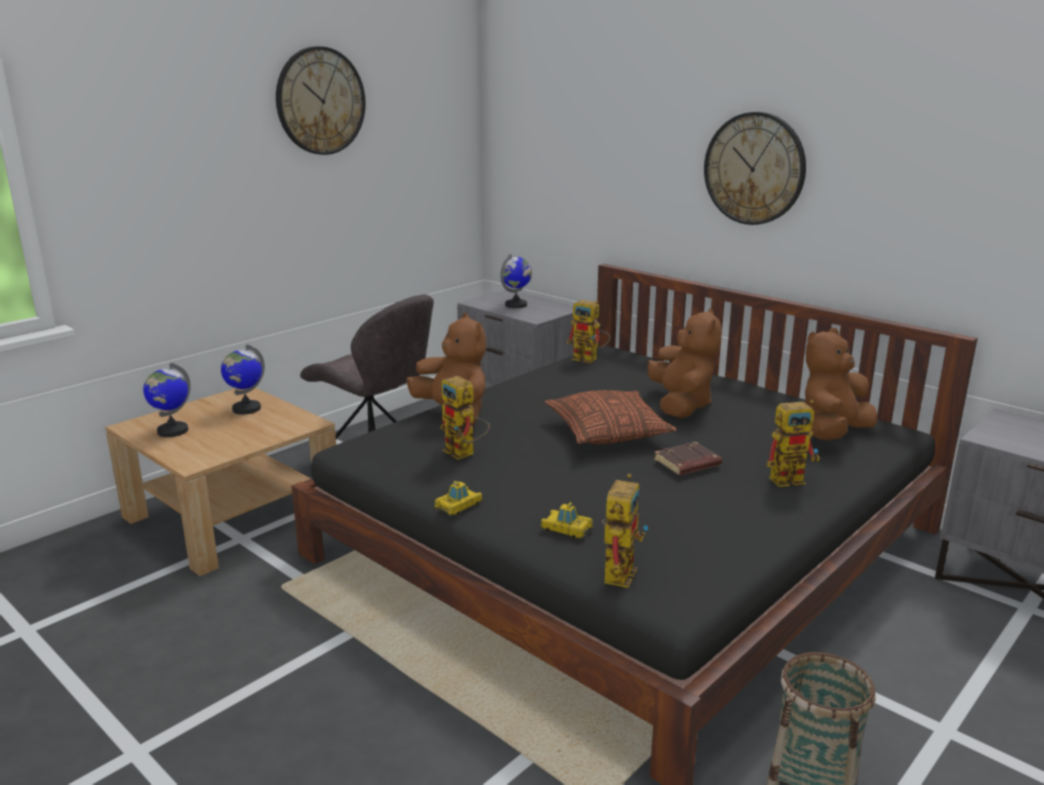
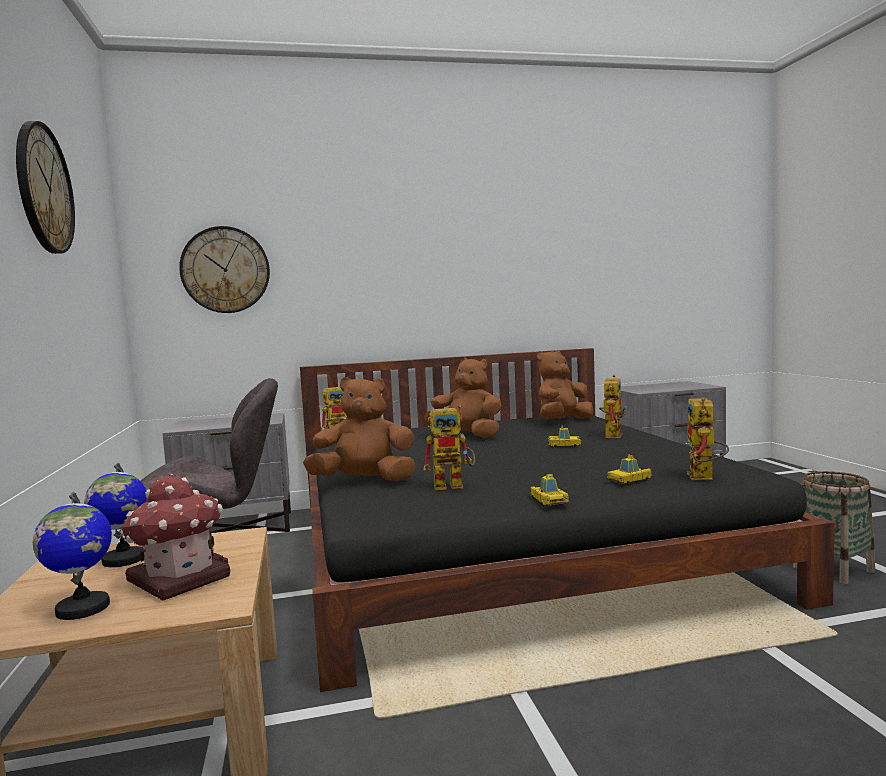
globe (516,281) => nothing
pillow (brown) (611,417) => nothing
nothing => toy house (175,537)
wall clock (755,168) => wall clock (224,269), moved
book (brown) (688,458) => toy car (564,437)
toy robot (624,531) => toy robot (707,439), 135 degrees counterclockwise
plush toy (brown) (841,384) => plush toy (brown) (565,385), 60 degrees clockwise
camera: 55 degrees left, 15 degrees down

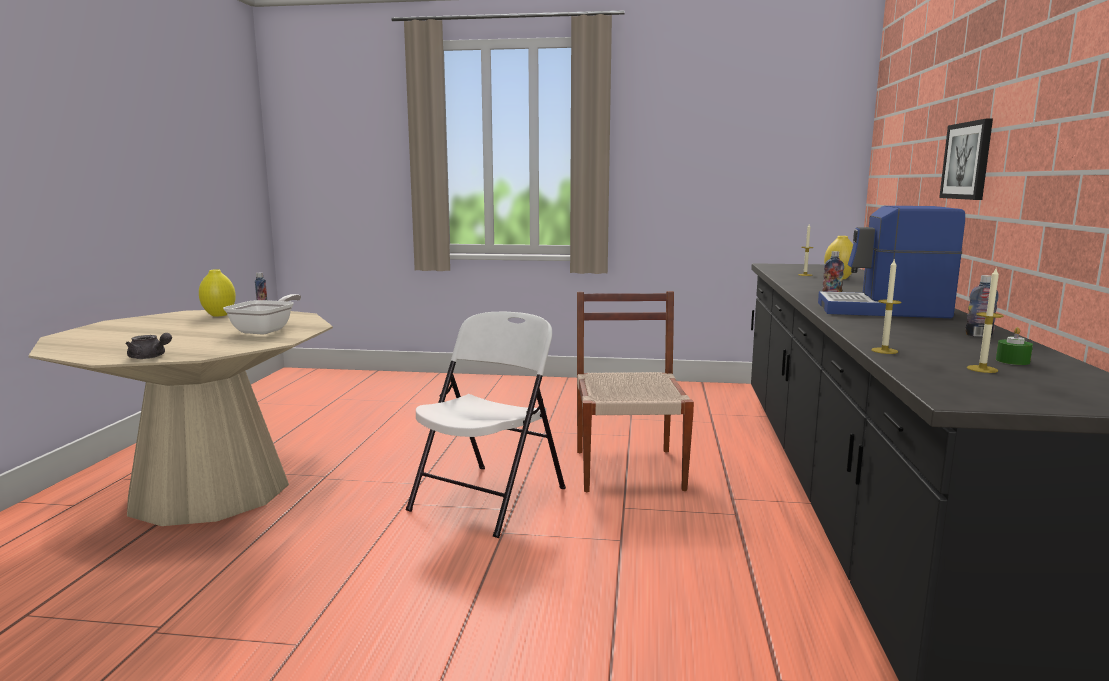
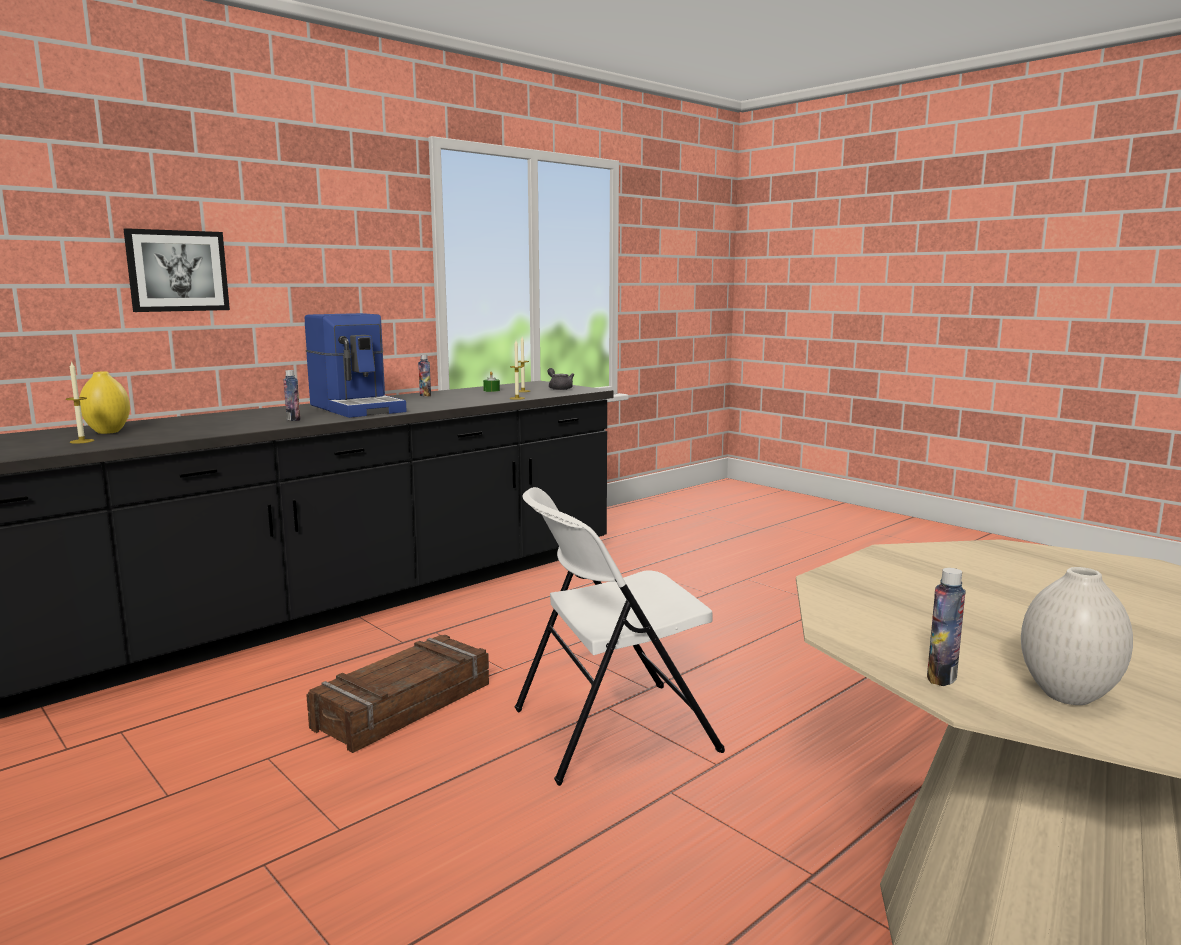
frying pan (262,314) => nothing
teapot (grey) (149,346) => teapot (grey) (560,379), moved
chair (635,391) => crate (397,694)
vase (yellow) (217,293) => vase (white) (1077,636)
camera: 140 degrees left, 0 degrees up

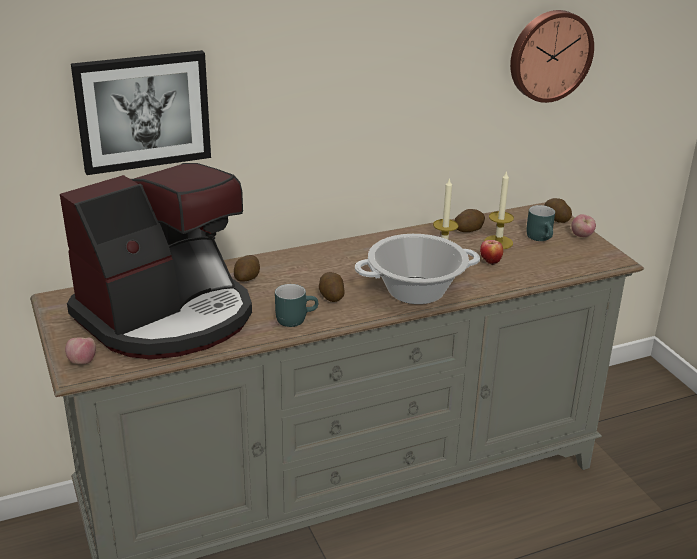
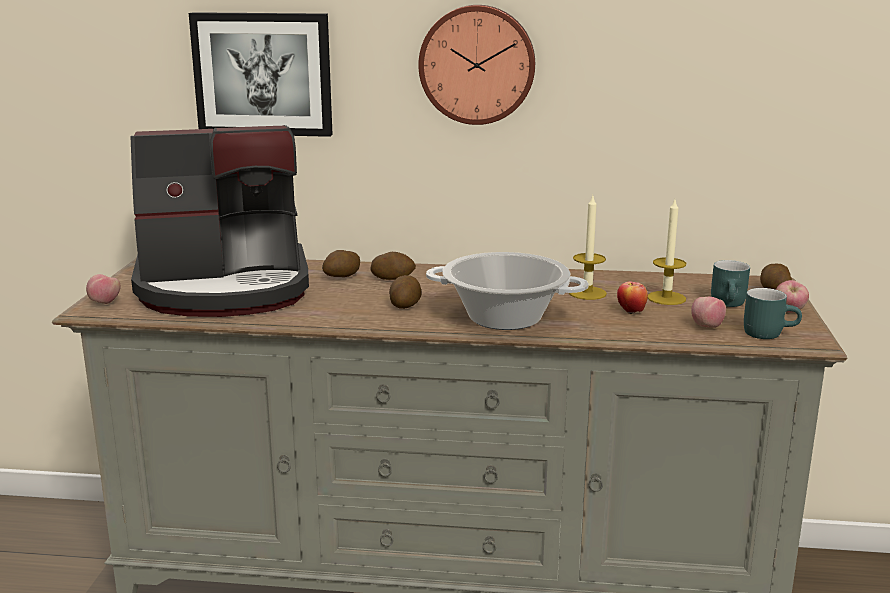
nothing => apple (708,312)
mug (turquoise) (296,305) => mug (turquoise) (773,313), moved
potato (470,220) => potato (393,266), moved
wall clock (552,56) => wall clock (476,65), moved
camera: 30 degrees right, 10 degrees down

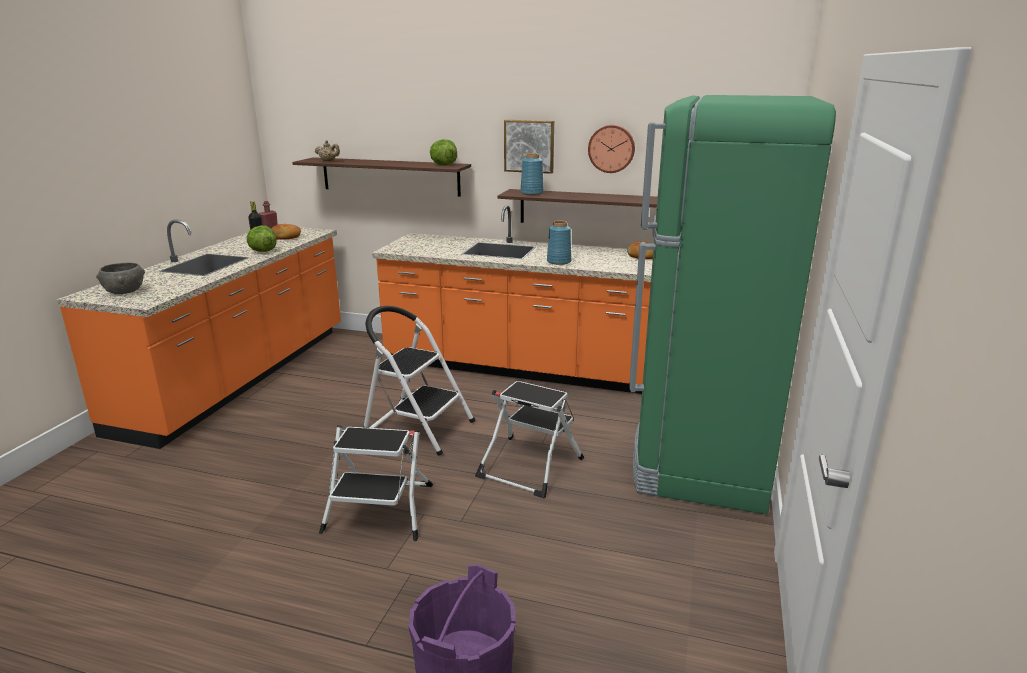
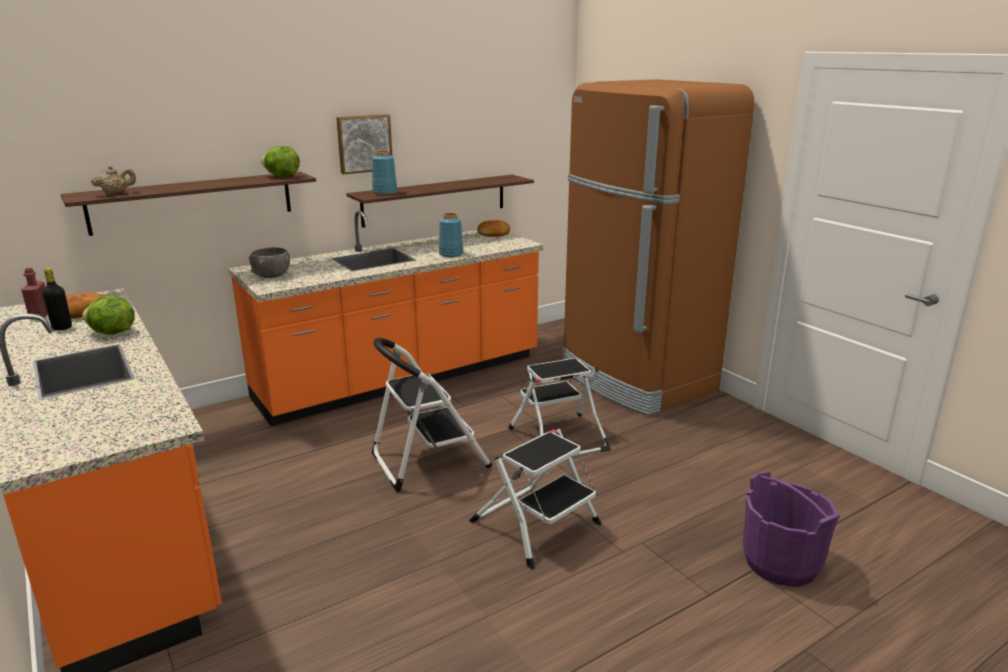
wall clock (611,149) => nothing
bowl (grey) (120,278) => bowl (grey) (269,262), moved
fridge (green) (732,304) => fridge (brown) (658,247)
camera: 50 degrees left, 0 degrees up

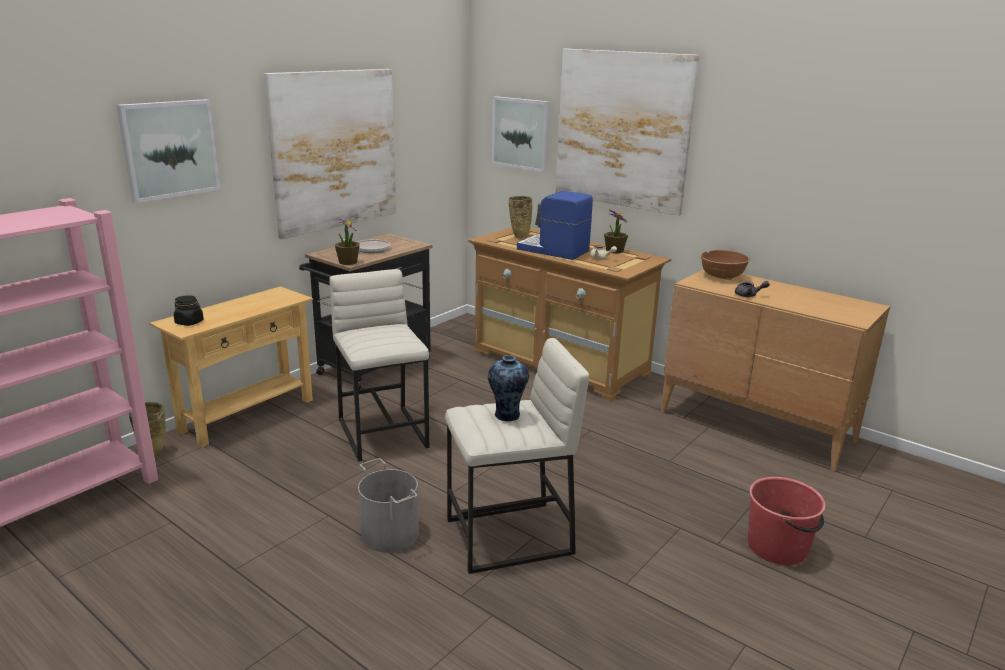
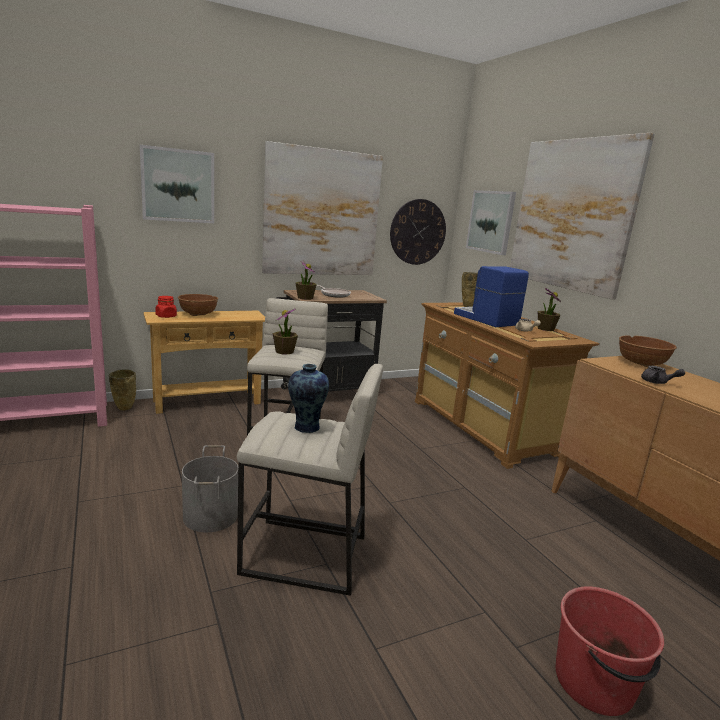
nothing => bowl (brown) (198,305)
nothing => potted plant (285,331)
nothing => wall clock (418,232)
jar (black) (189,310) => jar (red) (166,307)
camera: 25 degrees right, 5 degrees down

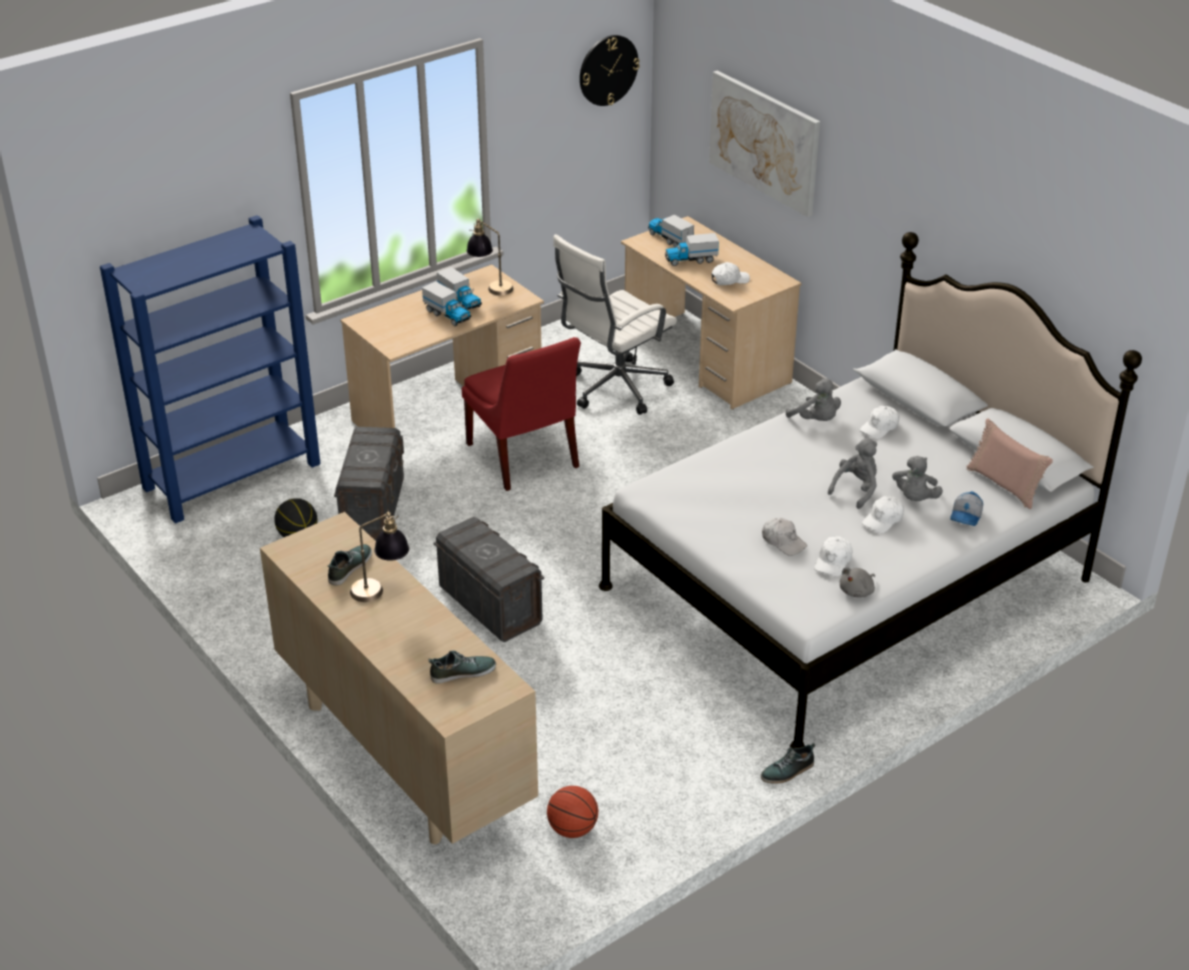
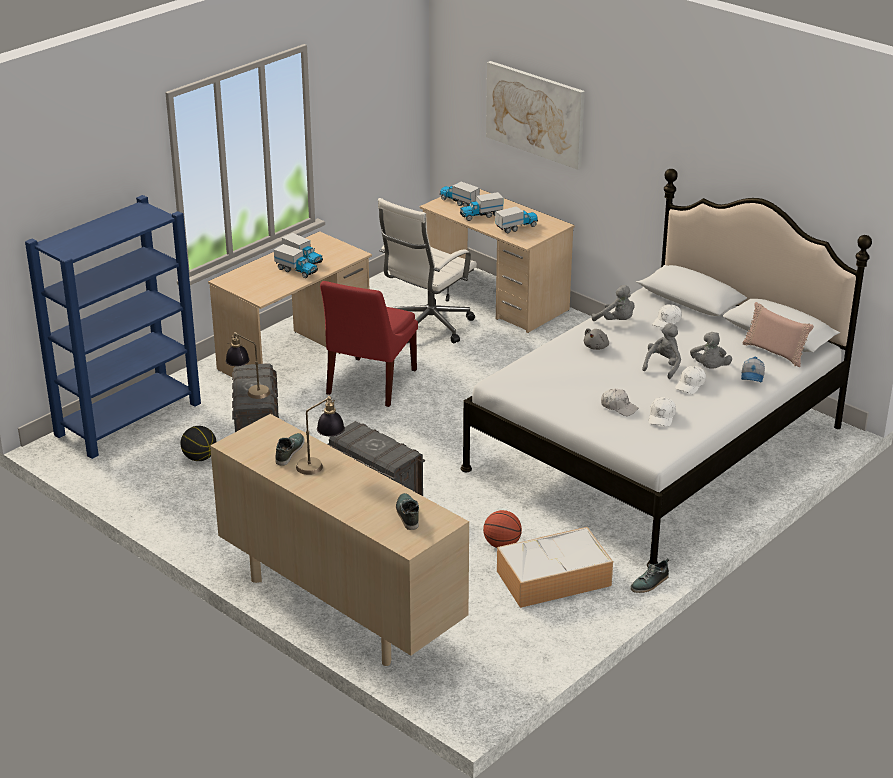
wall clock (609,70) => nothing
nothing => storage box (555,567)
table lamp (489,257) => table lamp (248,365), moved
basketball (572,812) => basketball (502,529), moved
plush toy (grey) (857,582) => plush toy (grey) (596,339), moved
cap (white) (730,273) => toy truck (516,219)
shoe (462,666) => shoe (407,511), 75 degrees counterclockwise
chair (red) (521,414) => chair (red) (369,344), 60 degrees clockwise
camera: 10 degrees left, 5 degrees down

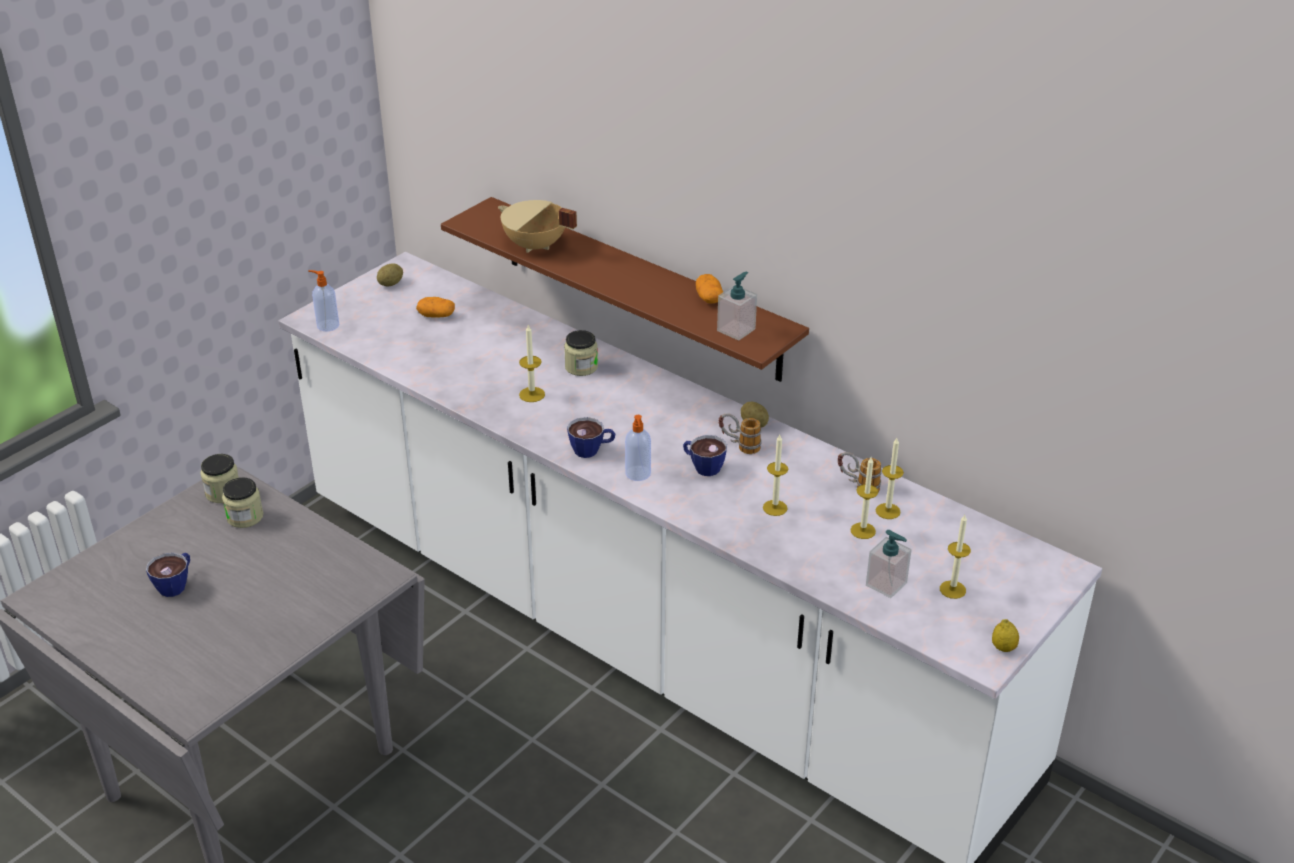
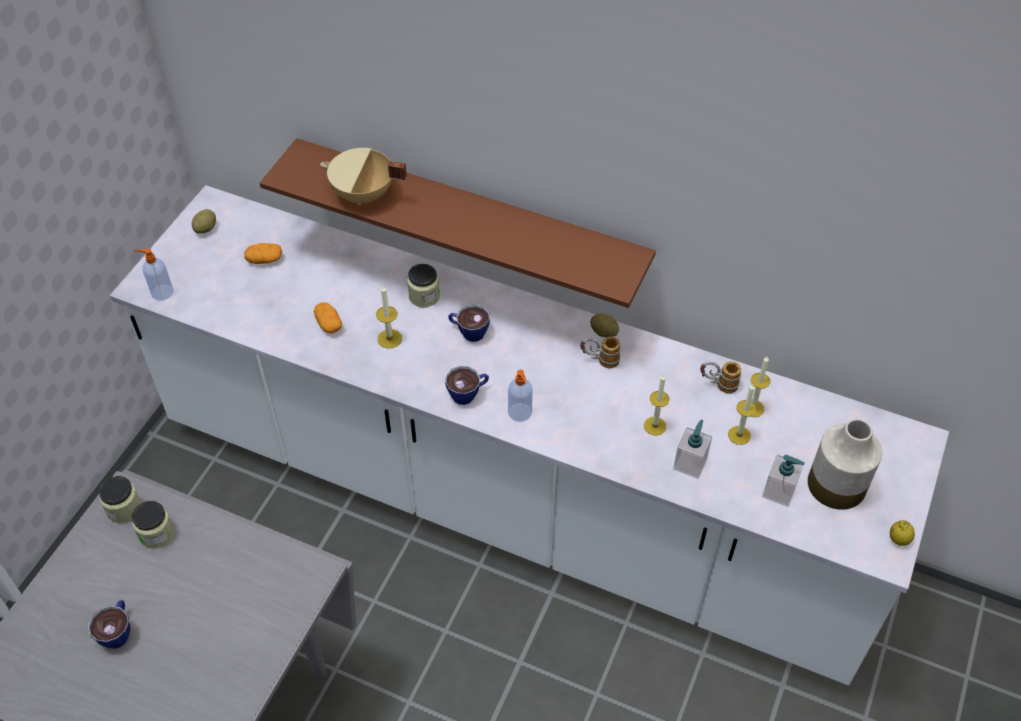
cup (705,455) => cup (469,323), moved
potato (709,289) => potato (328,317), moved
soap dispenser (737,306) => soap dispenser (692,449), moved
candle (955,557) => vase (beige) (845,464)
camera: 15 degrees left, 15 degrees up

